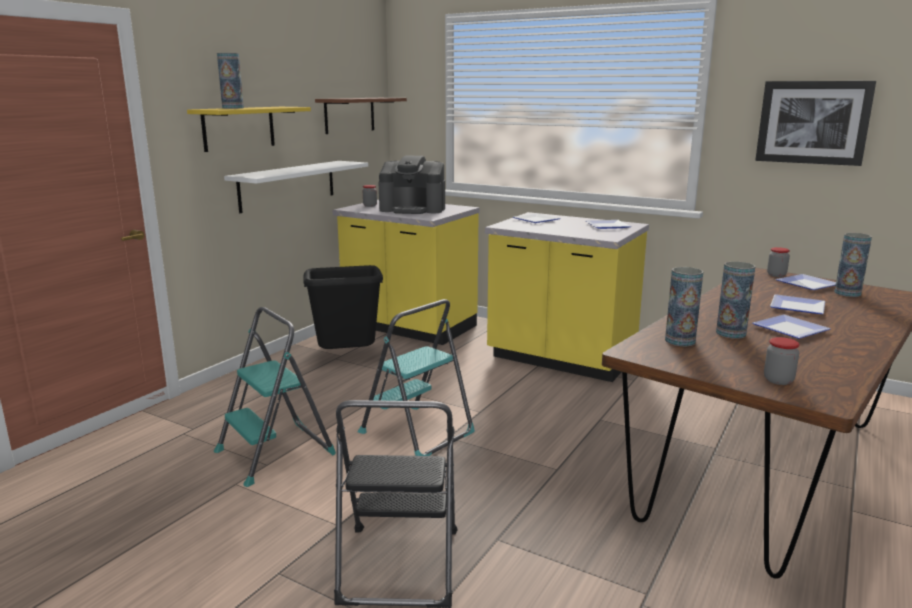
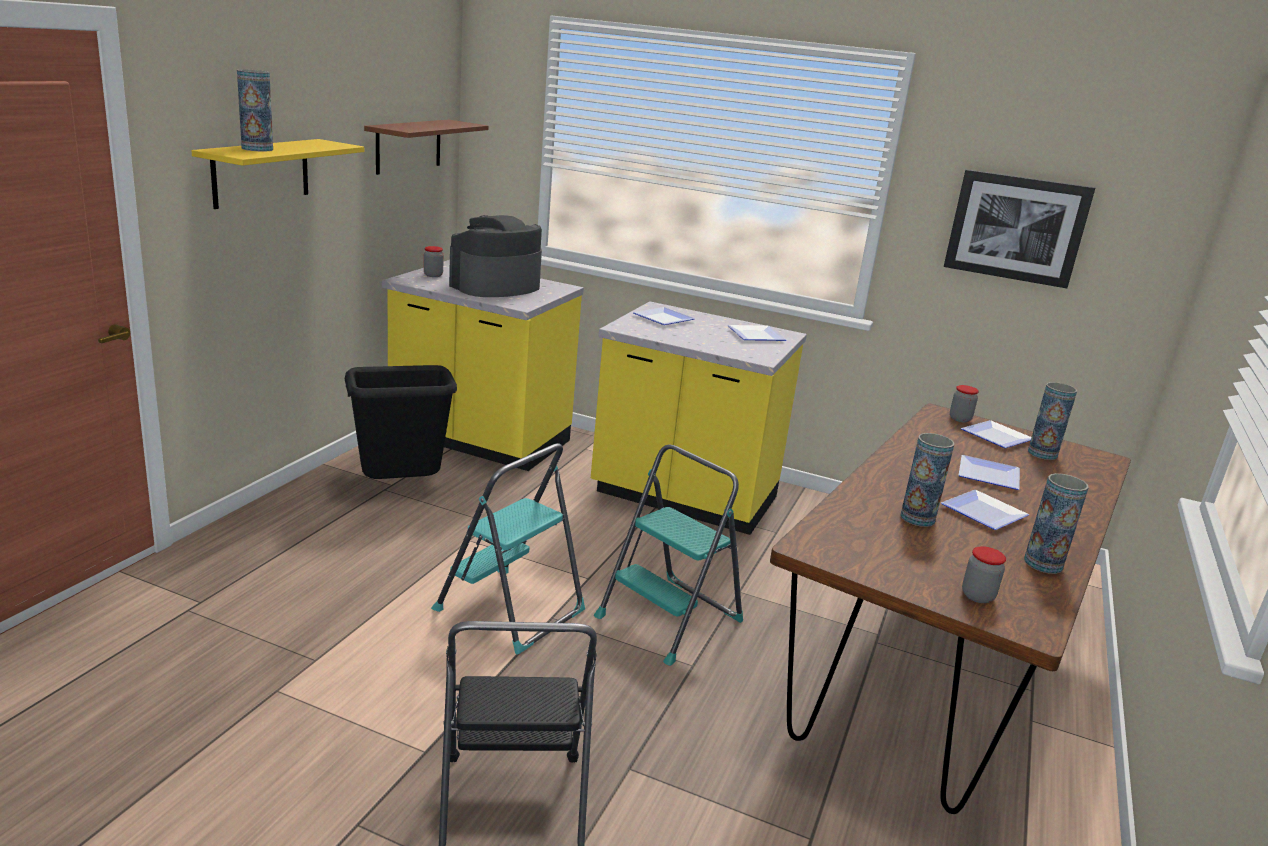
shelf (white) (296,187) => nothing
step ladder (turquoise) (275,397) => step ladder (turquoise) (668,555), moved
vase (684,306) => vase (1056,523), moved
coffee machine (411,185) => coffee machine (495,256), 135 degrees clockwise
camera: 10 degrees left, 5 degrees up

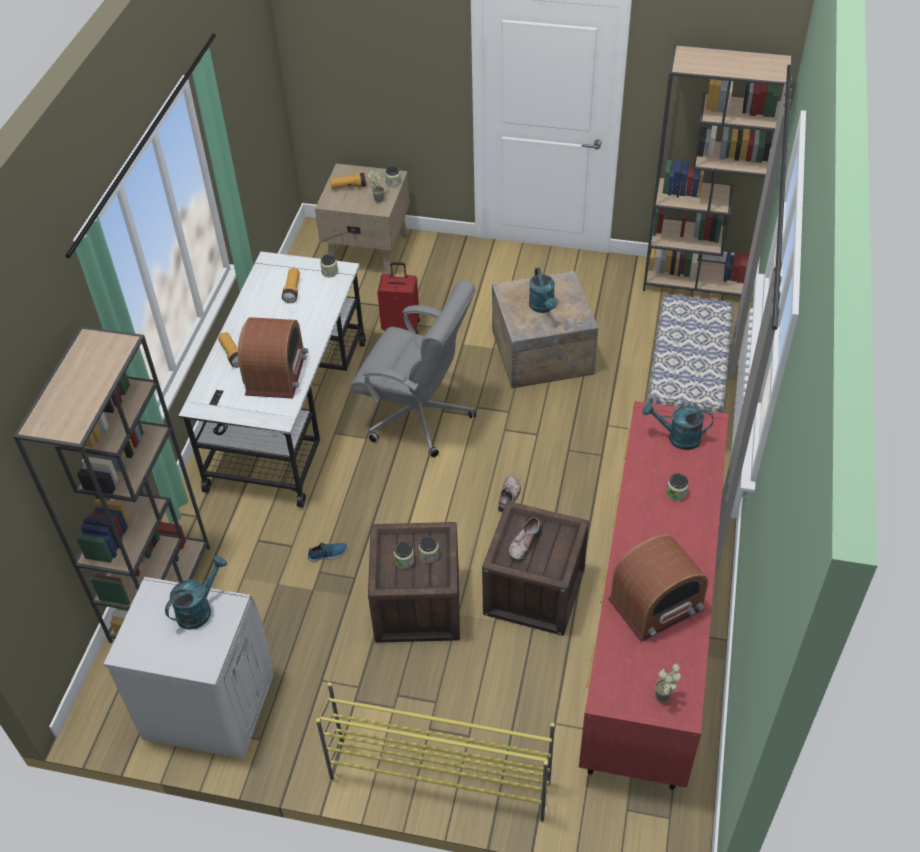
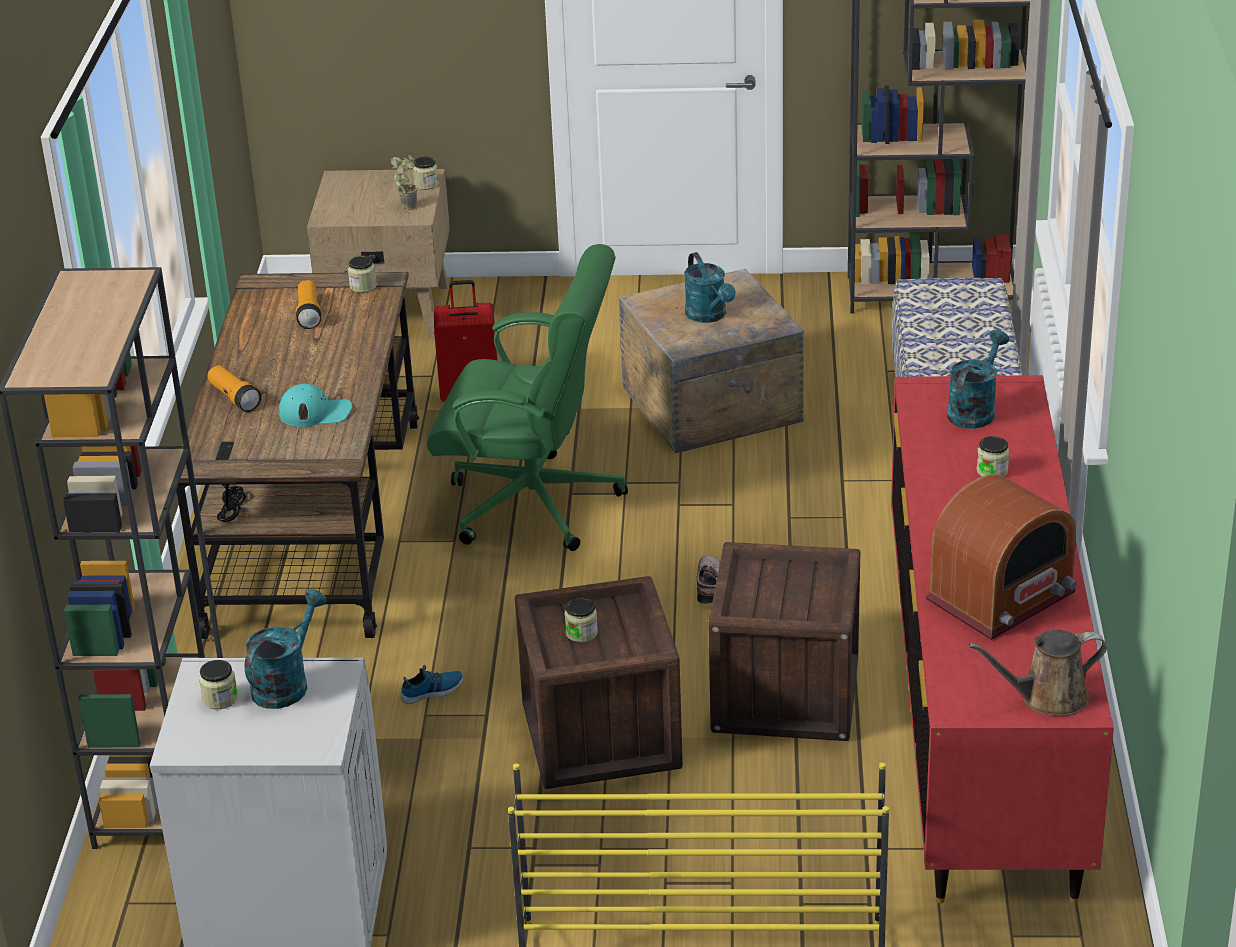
flashlight (348,181) => nothing
shoe (525,539) => nothing
jar (429,549) => jar (218,684), moved
radio (273,357) => cap (turquoise) (315,405)
potted plant (668,683) => watering can (brown) (1037,673)
desk (white) (272,379) => desk (brown) (297,455)
office chair (grey) (413,368) => office chair (green) (527,397)
watering can (turquoise) (678,426) => watering can (turquoise) (978,379), 120 degrees clockwise
camera: 10 degrees left, 15 degrees down

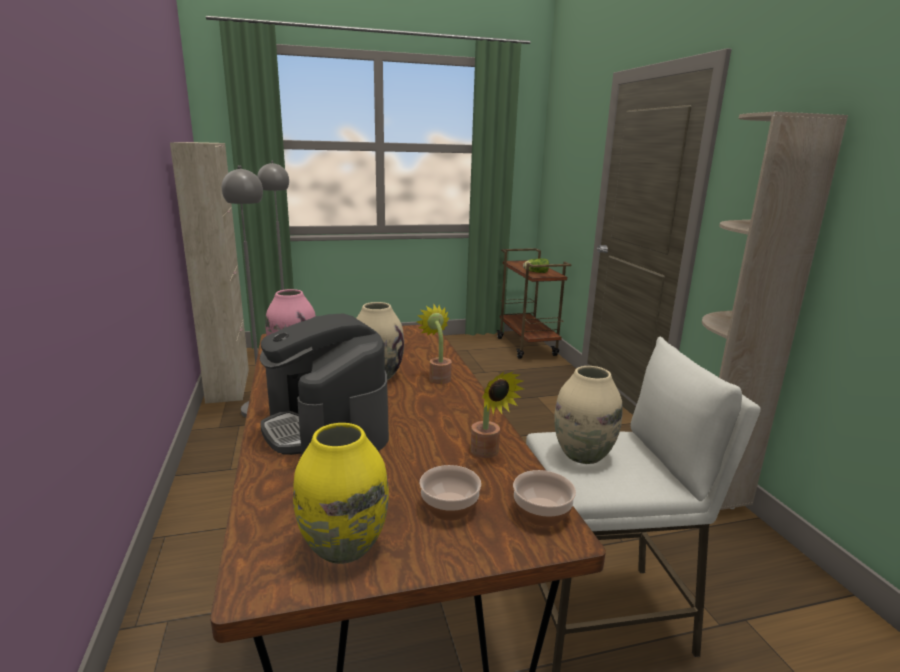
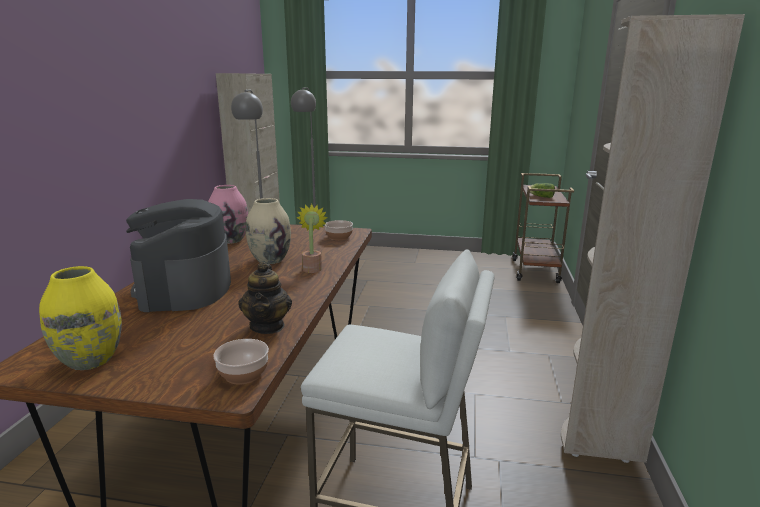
vase (beige) (588,415) => nothing
bowl (450,493) => bowl (339,230), moved
potted plant (497,414) => teapot (265,298)
camera: 25 degrees right, 0 degrees up

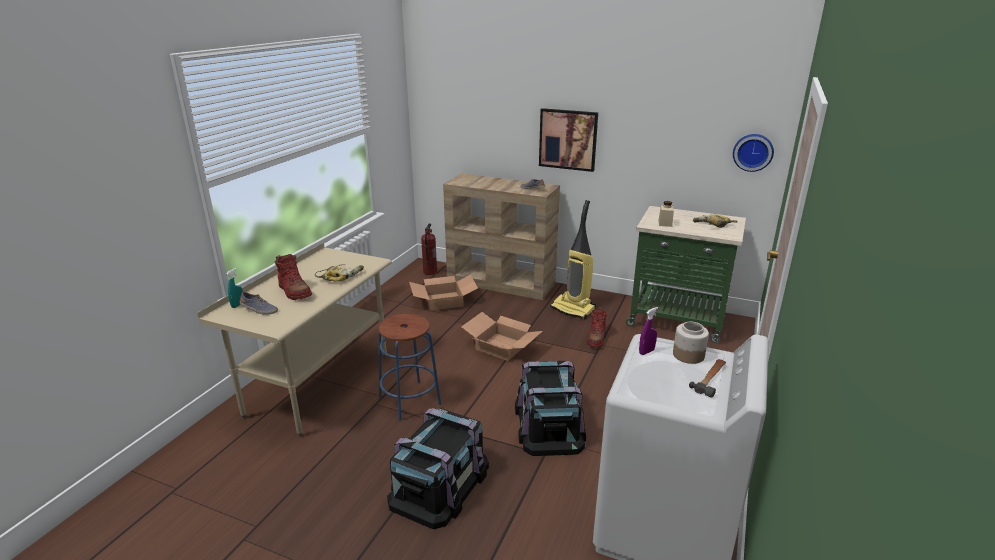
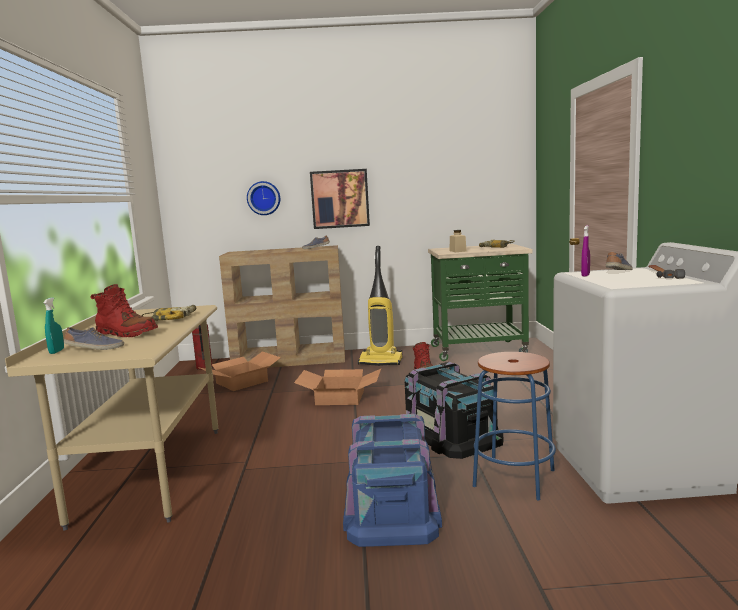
stool (blue) (409,367) => stool (blue) (514,426), moved
wall clock (753,153) => wall clock (263,198), moved
jar (691,342) => shoe (619,261)
storage box (black) (438,468) => storage box (blue) (392,480)
camera: 25 degrees left, 15 degrees down

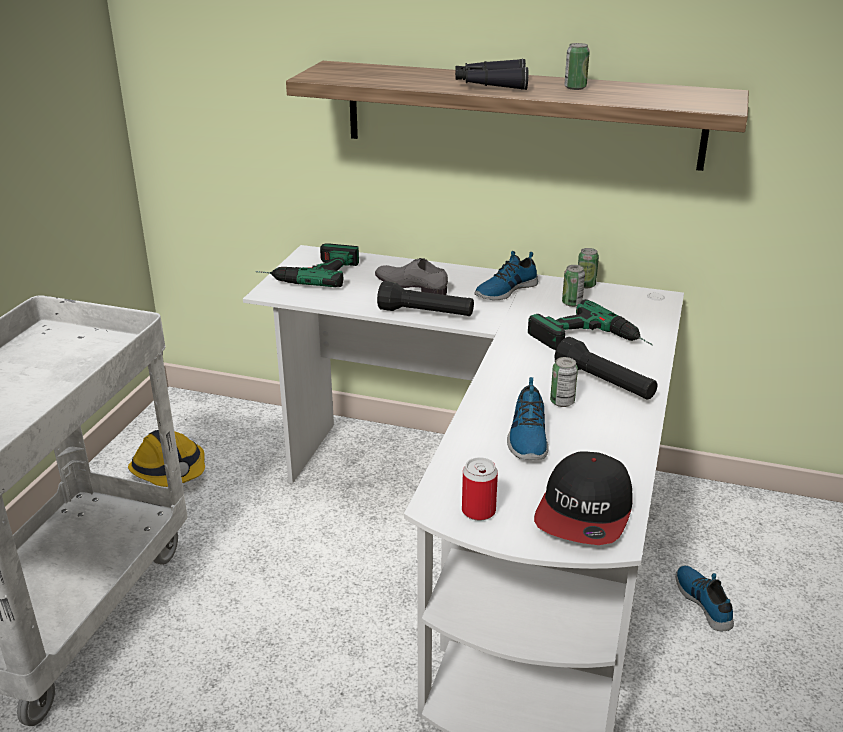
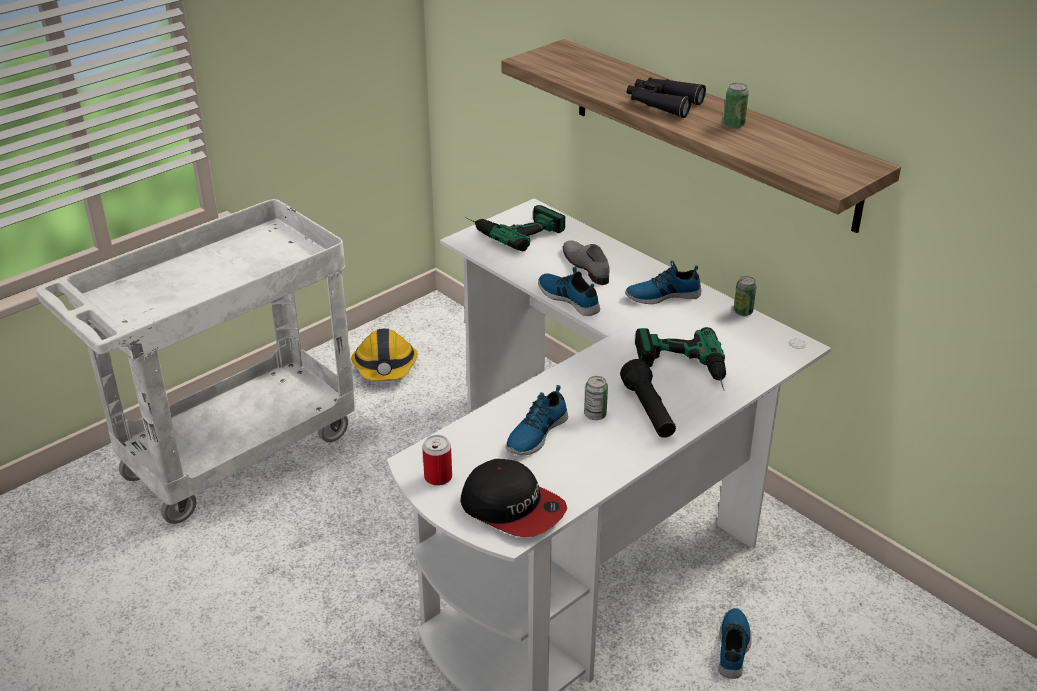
can (573,286) => nothing
flashlight (black) (425,298) => shoe (569,291)
cap (583,498) => cap (514,498), 105 degrees counterclockwise
camera: 30 degrees right, 5 degrees up

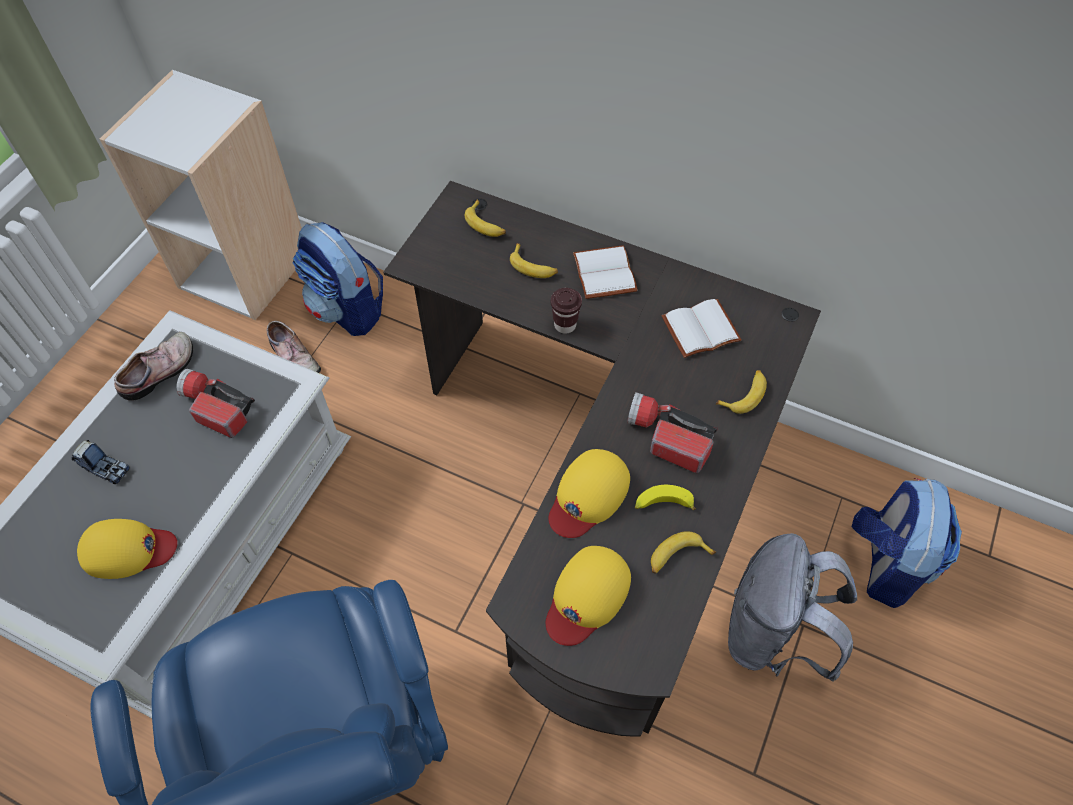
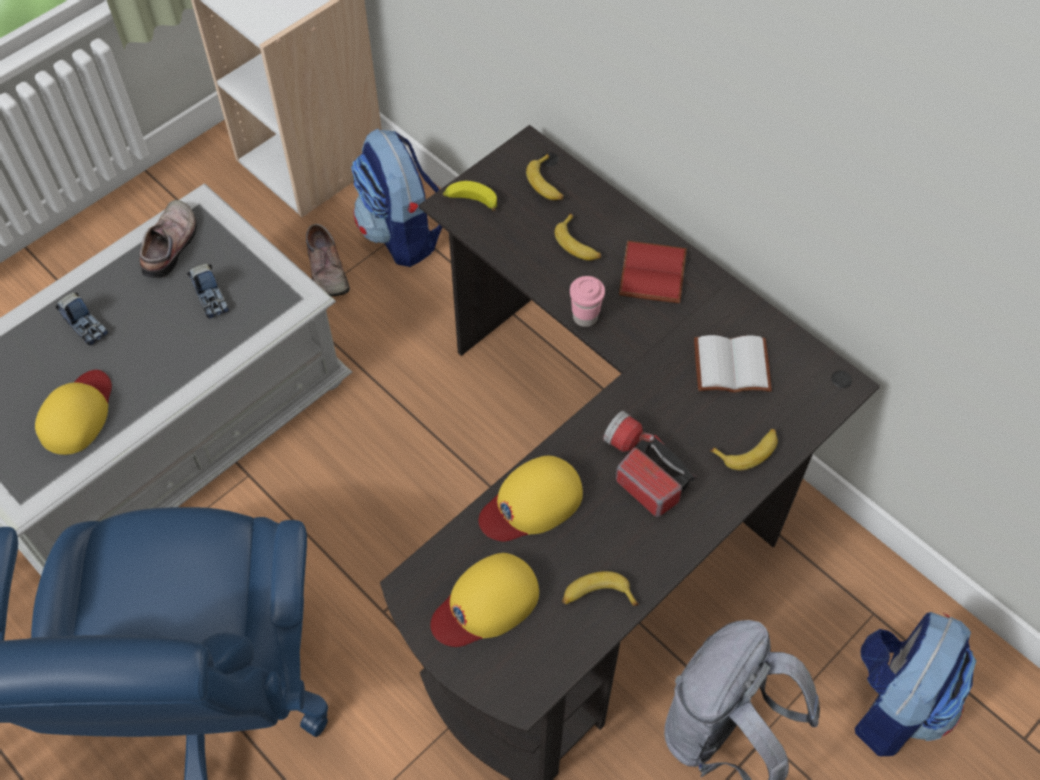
banana (665,497) => banana (470,196), moved
flashlight (215,403) => toy truck (208,291)
cup (brown) (566,311) => cup (pink) (587,301)
book (white) (605,272) => book (red) (653,272)
cap (yellow) (127,549) => cap (yellow) (73,412), 90 degrees counterclockwise
shoe (153,366) => shoe (168,239), 45 degrees counterclockwise
camera: 20 degrees right, 0 degrees up

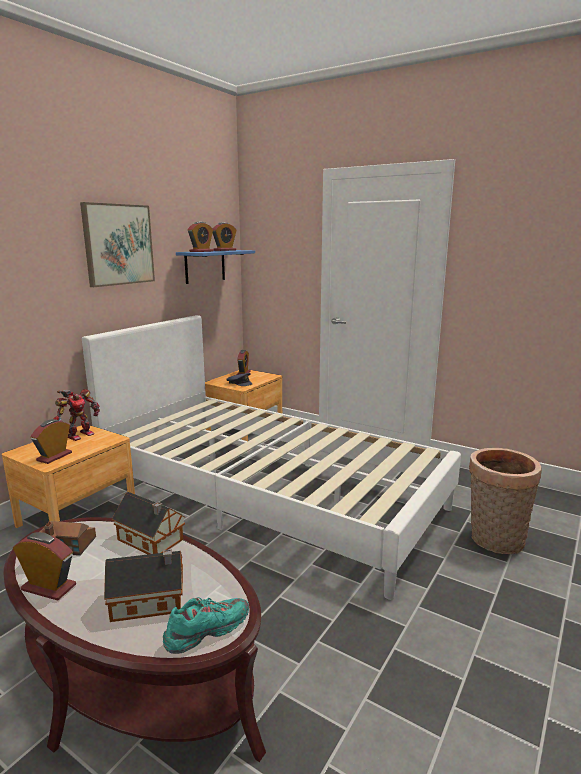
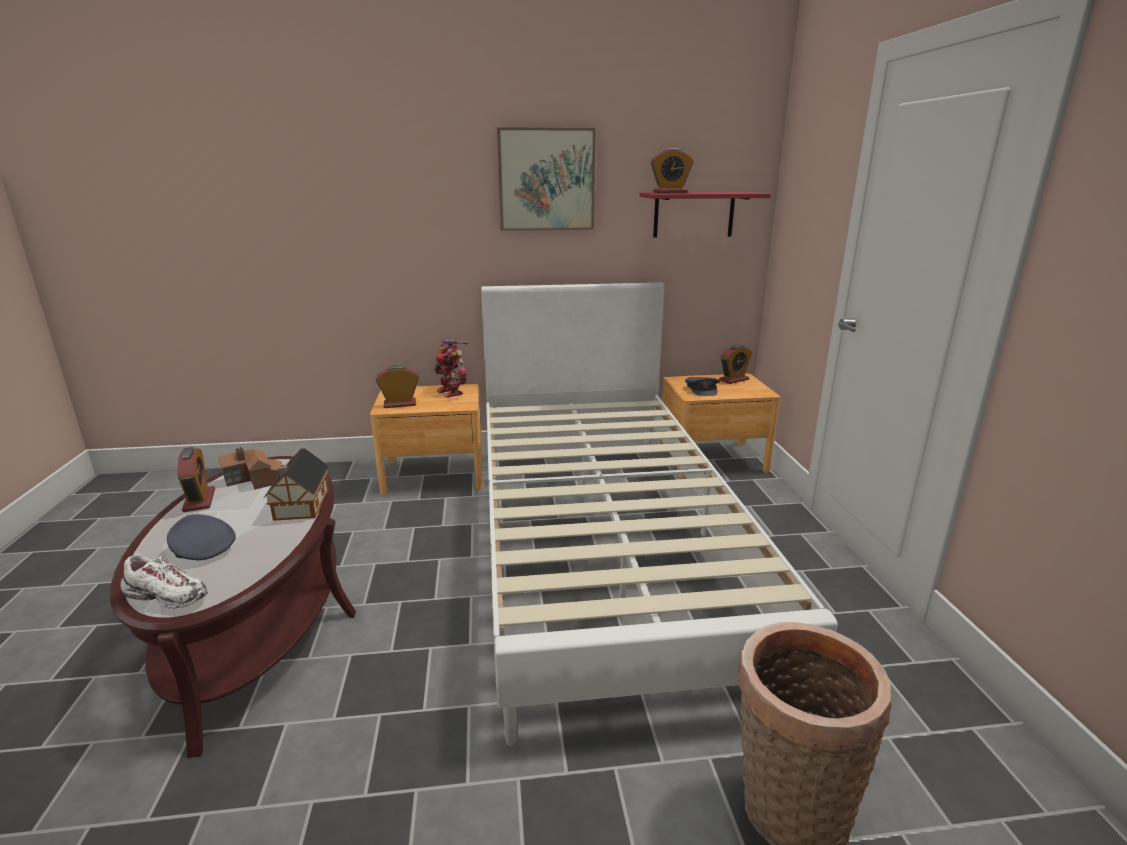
alarm clock (224,236) => nothing
toy house (143,585) => cap (grey) (201,537)
shoe (turquoise) (206,625) => shoe (white) (164,581)
shelf (blue) (215,267) => shelf (red) (705,215)
toy robot (77,415) => toy robot (451,369), 60 degrees clockwise
camera: 50 degrees right, 5 degrees up

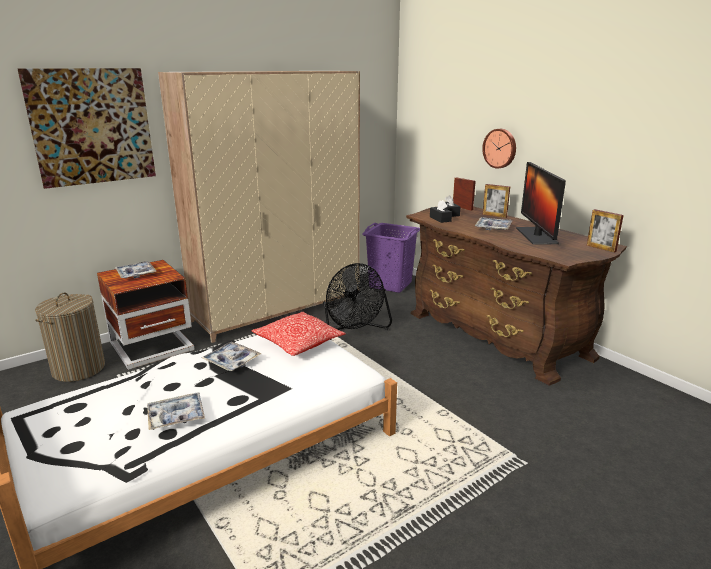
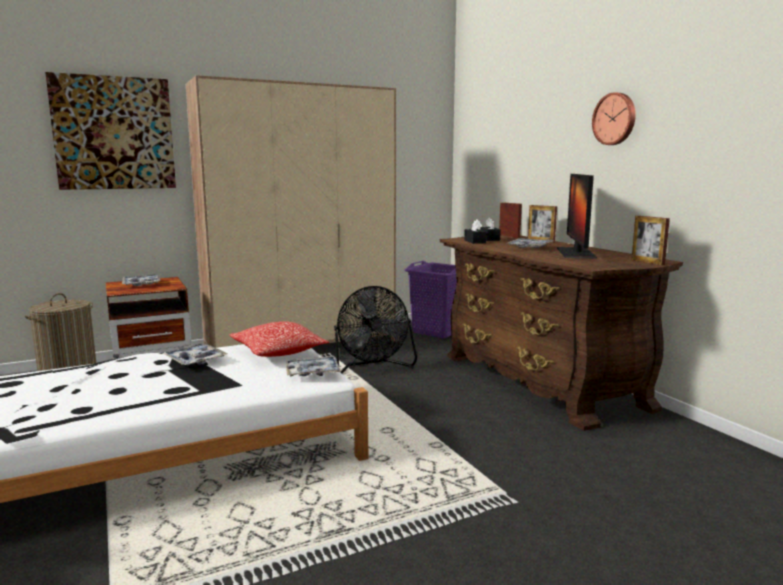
tray (176,411) => tray (313,366), moved
wall clock (499,149) => wall clock (614,118), moved
camera: 10 degrees right, 10 degrees down

